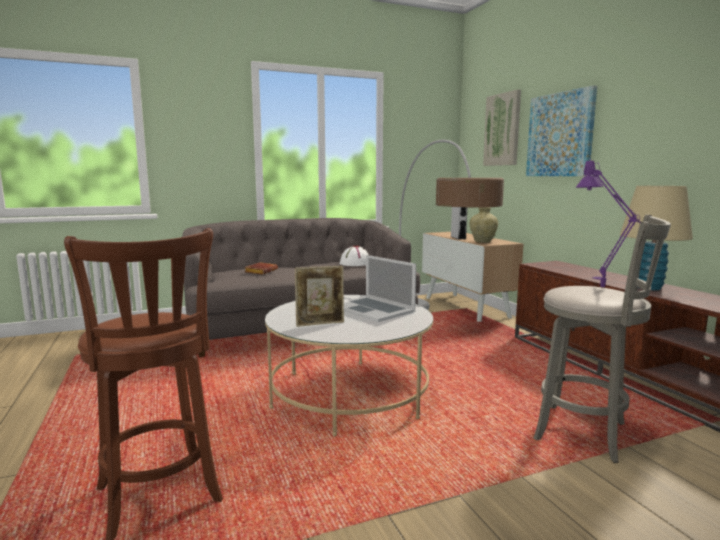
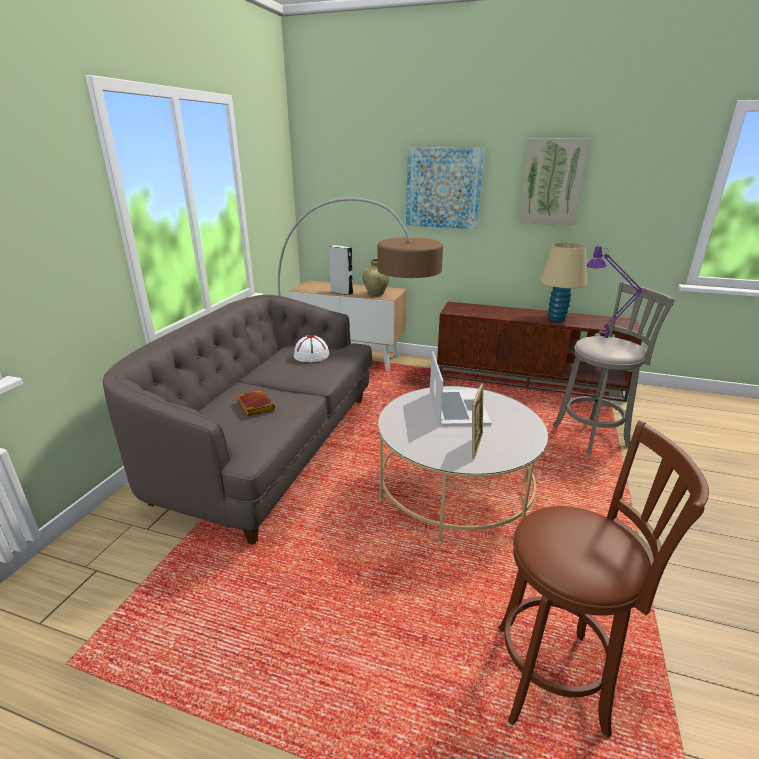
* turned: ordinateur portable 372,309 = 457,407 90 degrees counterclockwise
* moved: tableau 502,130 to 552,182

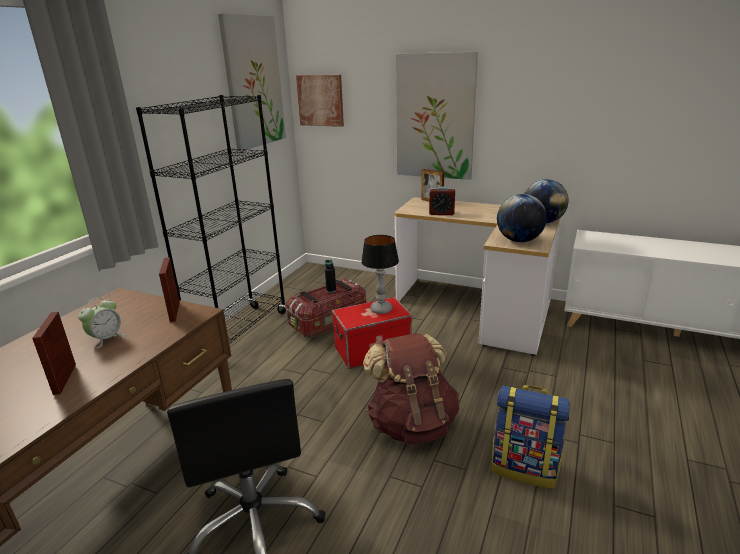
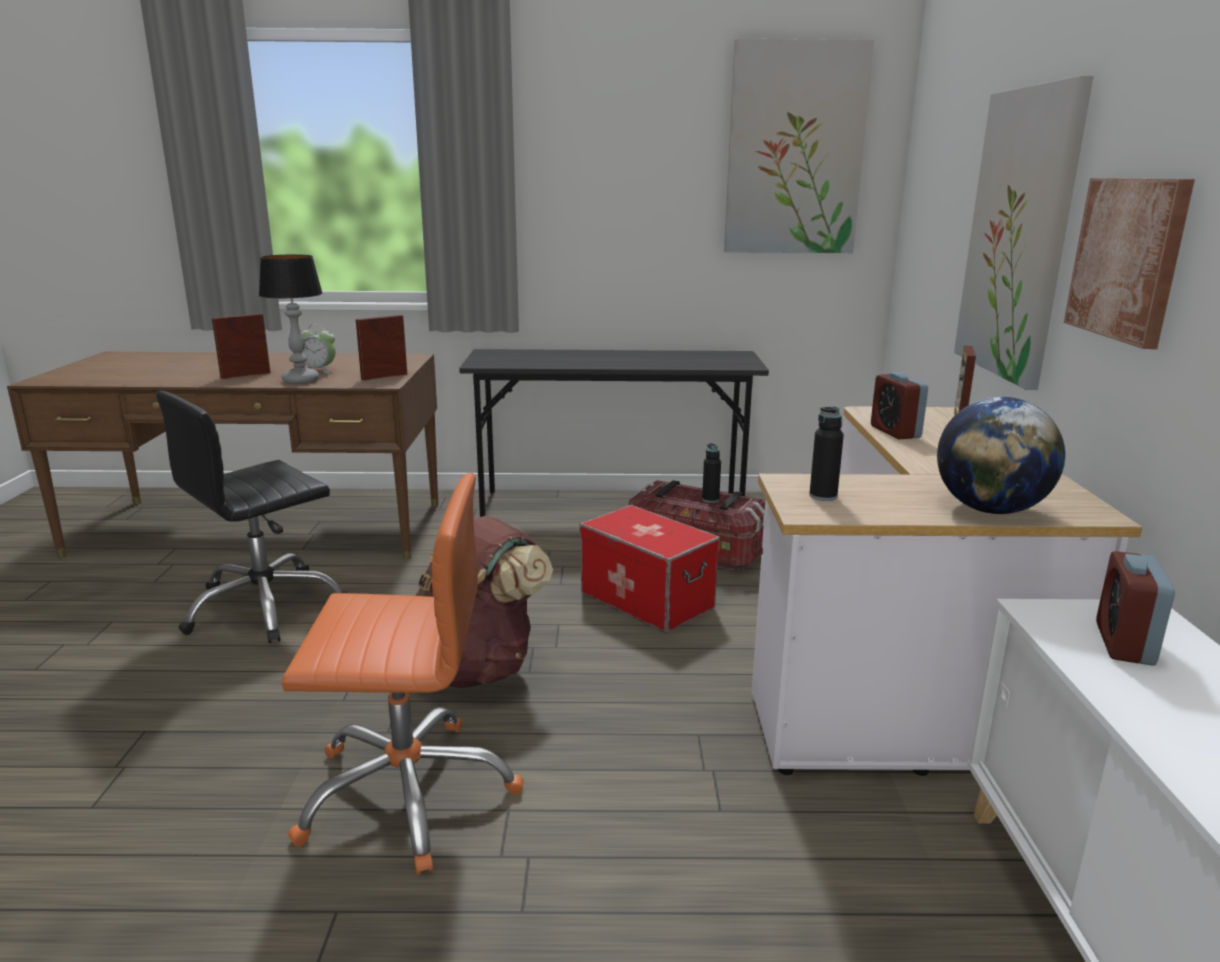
* replaced: bibliothèque [noir] 240,332 to bureau [gris] 612,505
* moved: tableau 321,100 to 1128,259
* moved: lampe de table 381,310 to 300,381
* replaced: sac à dos 525,467 to chaise de bureau [orange] 408,792
* replaced: globe 519,240 to bouteille [noir] 823,496
* added: réveil 1124,644

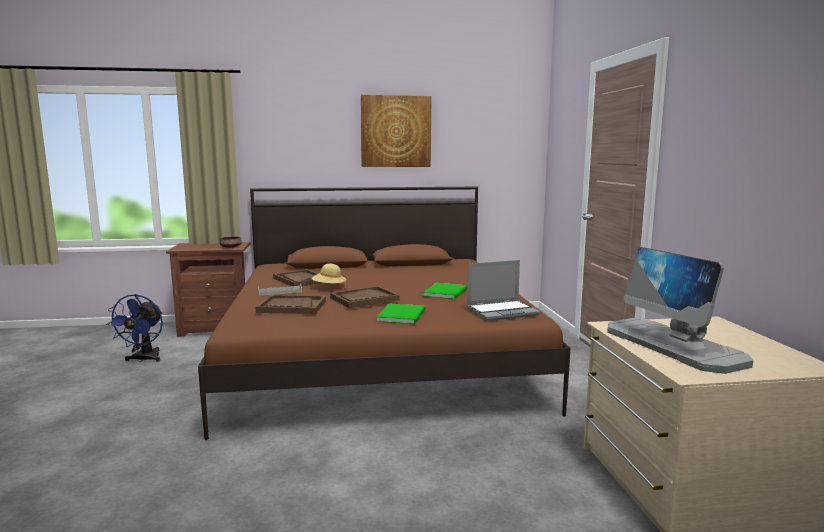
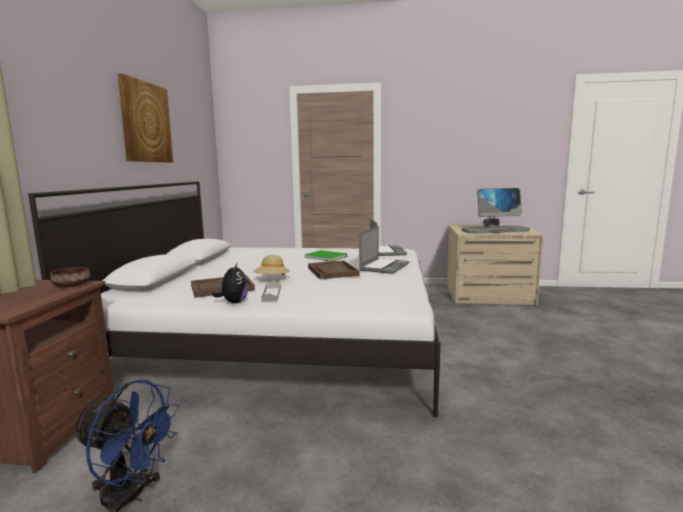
* recoloured: lit [marron] 378,357 to lit [blanc] 283,337
* removed: plateau [marron] 291,306
* replaced: livre [vert] 403,315 to ordinateur portable 384,267
* added: peluche 234,302

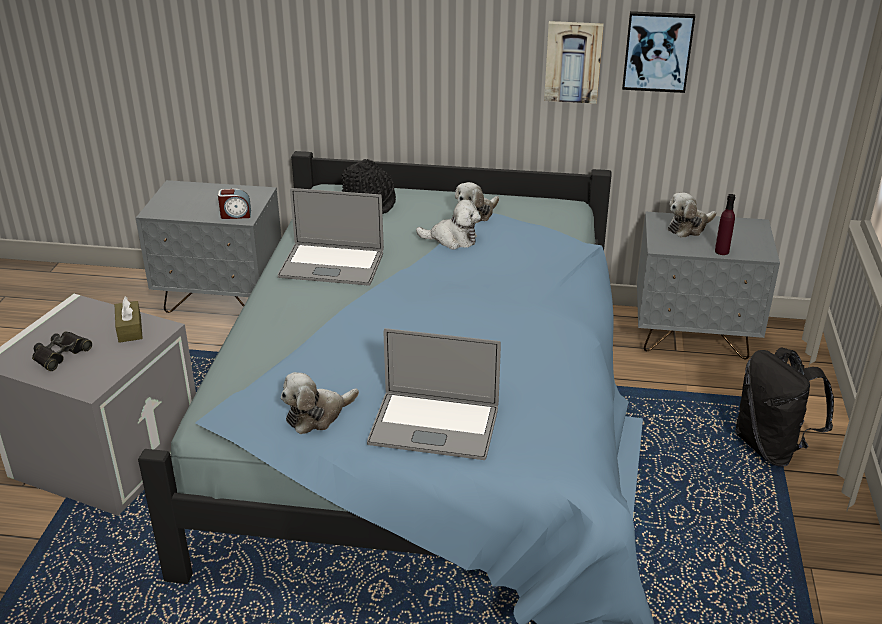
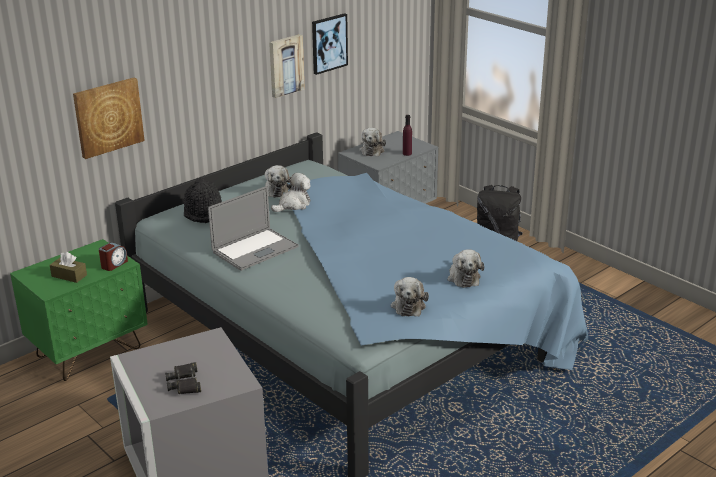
* moved: boîte à mouchoirs [marron] 130,329 to 69,276
* recoloured: table de chevet [gris] 222,299 to table de chevet [vert] 89,352
* replaced: ordinateur portable 434,426 to peluche 463,277
* added: tableau 108,117

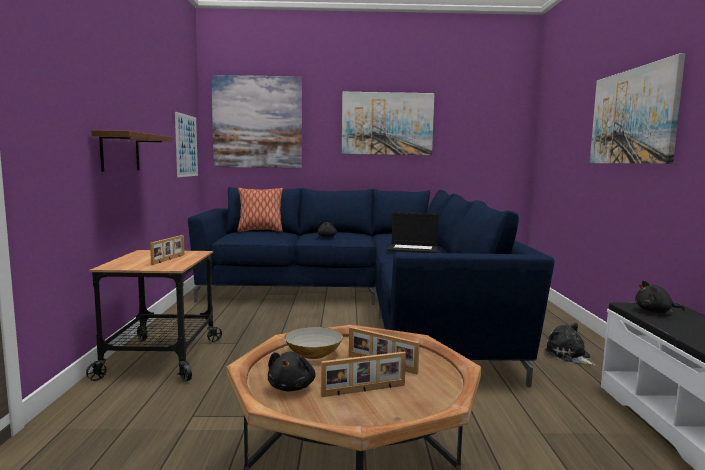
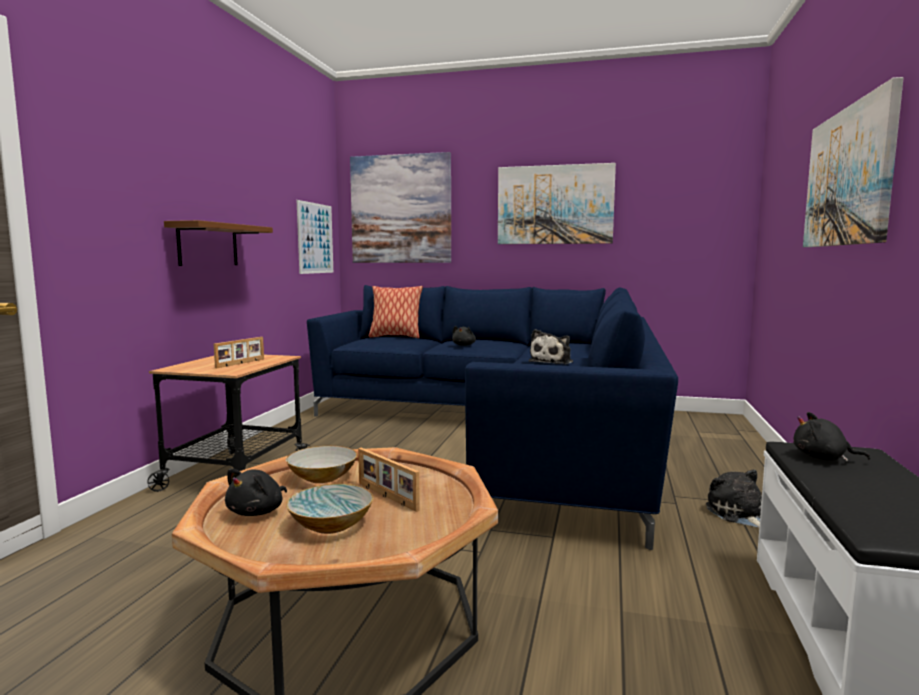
* replaced: cadre photo 364,391 to bol 332,524
* replaced: ordinateur portable 413,249 to peluche 552,362

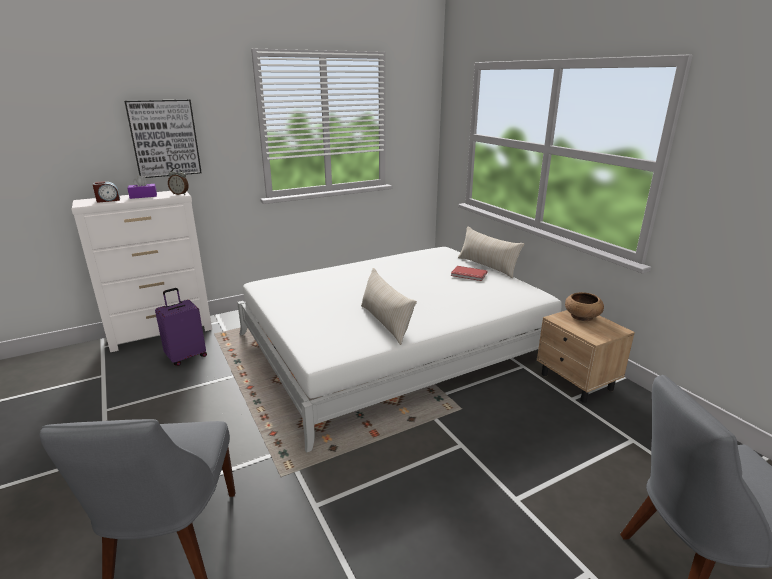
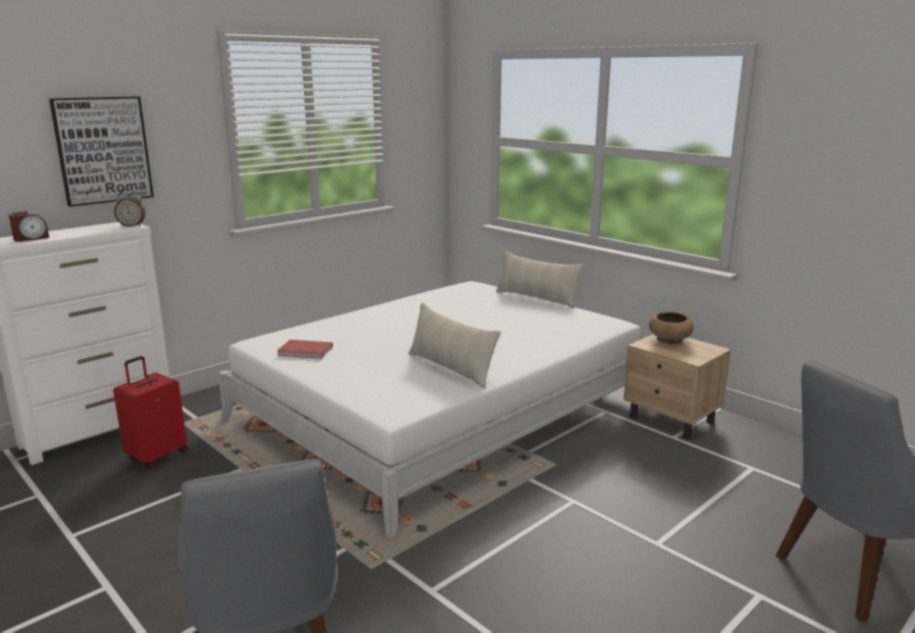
* removed: boîte à mouchoirs [violet] 143,196
* recoloured: valise [violet] 186,357 to valise [rouge] 156,456
* moved: livre [rouge] 468,275 to 305,352

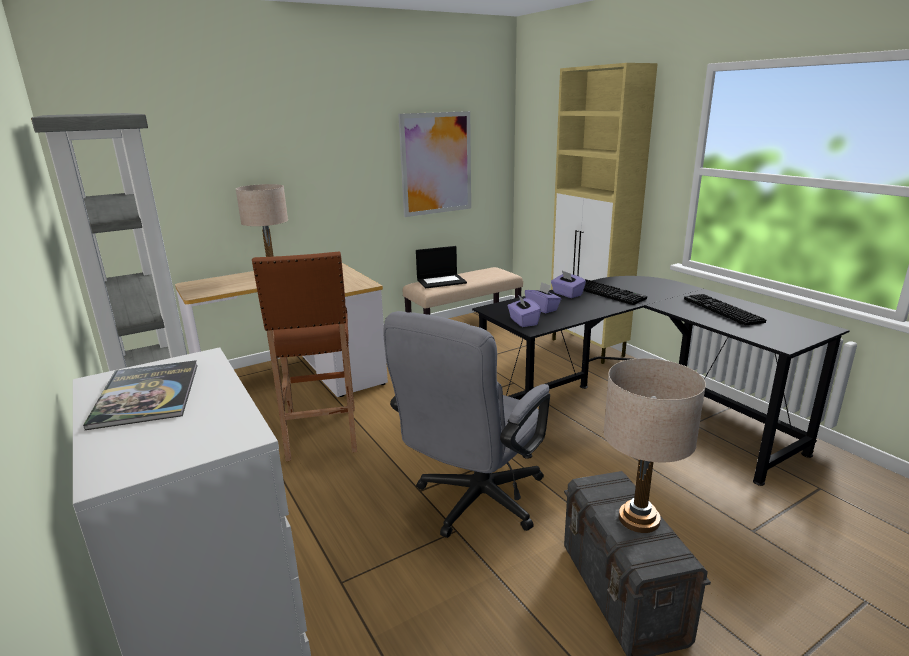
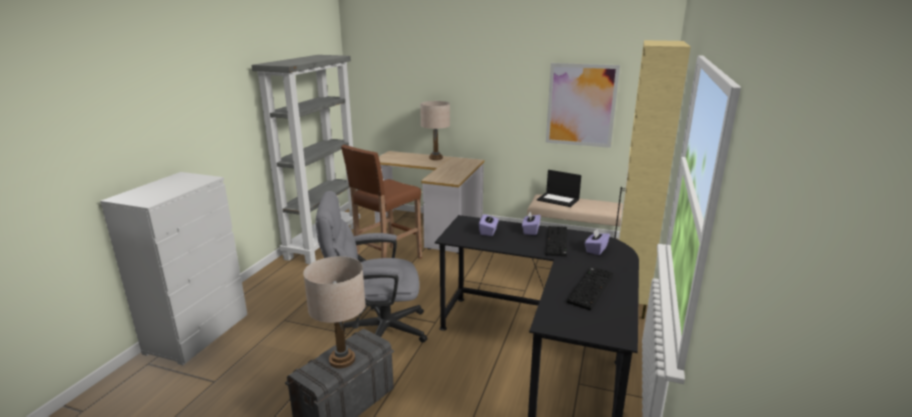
* removed: livre 147,395
* moved: boîte à mouchoirs [violet] 523,322 to 595,249

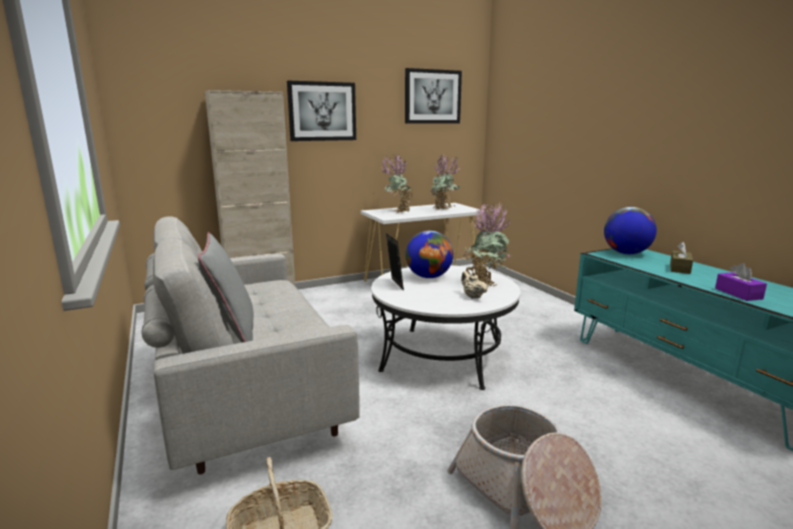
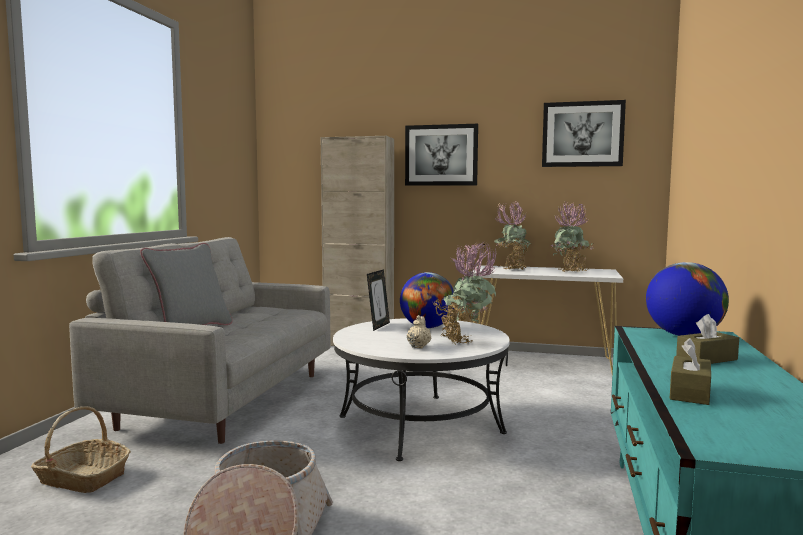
* recoloured: boîte à mouchoirs [violet] 738,293 to boîte à mouchoirs [marron] 689,392

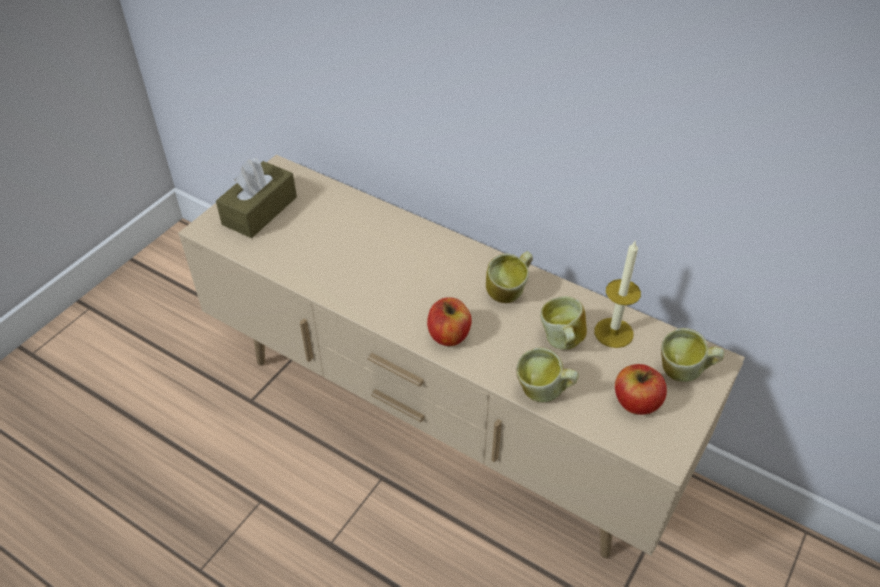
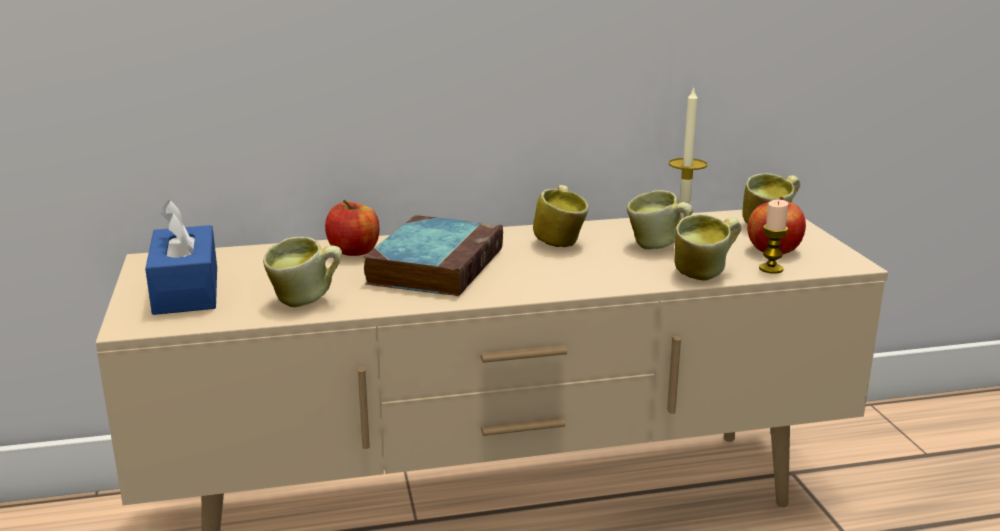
* recoloured: boîte à mouchoirs [marron] 260,211 to boîte à mouchoirs [bleu] 186,290
* moved: pomme 449,335 to 354,251
* added: mug 306,301
* added: livre 436,265
* added: bougie 771,269

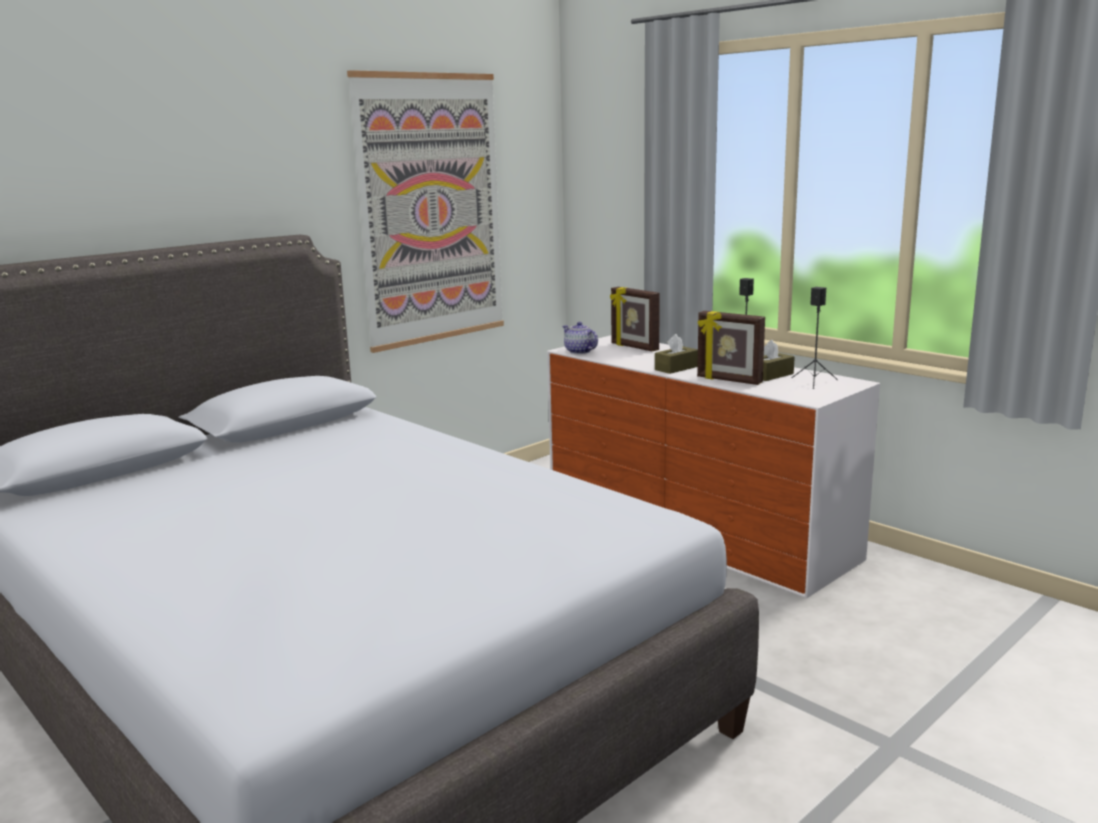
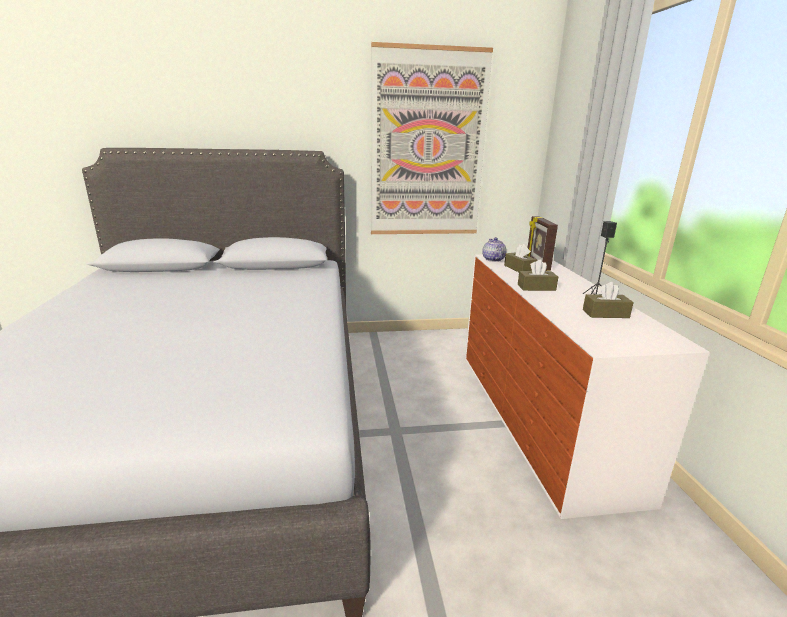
* removed: cadre photo 728,380
* removed: enceinte [noir] 814,382
* added: boîte à mouchoirs [marron] 519,268

